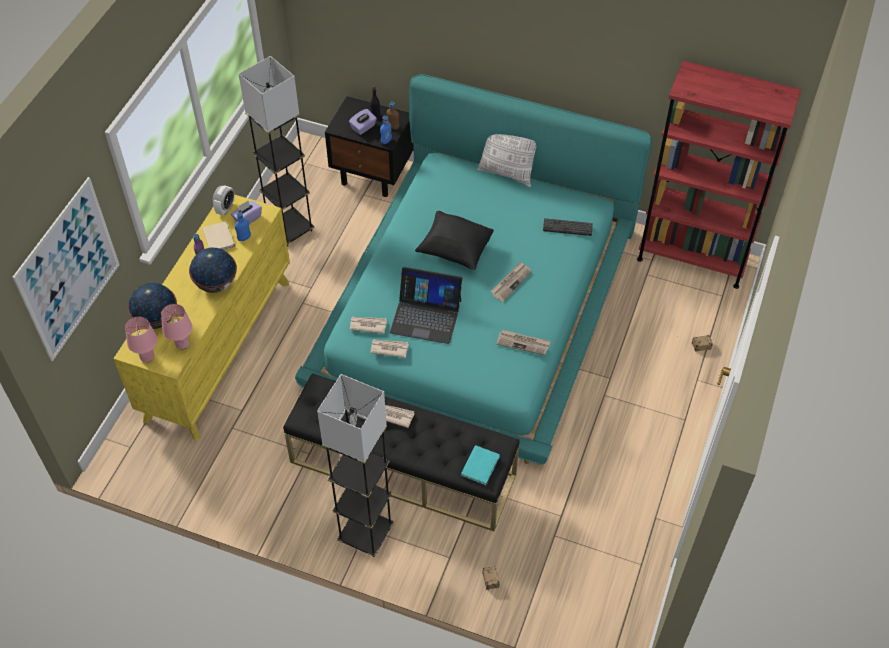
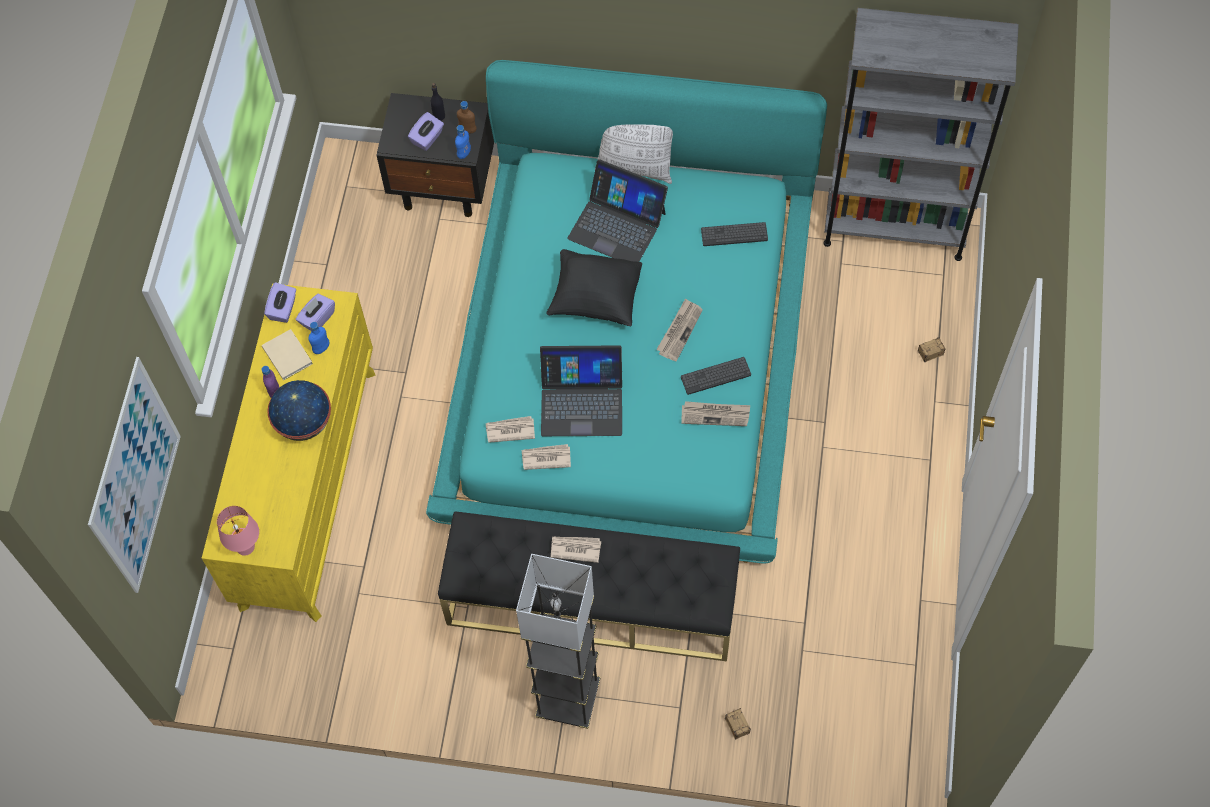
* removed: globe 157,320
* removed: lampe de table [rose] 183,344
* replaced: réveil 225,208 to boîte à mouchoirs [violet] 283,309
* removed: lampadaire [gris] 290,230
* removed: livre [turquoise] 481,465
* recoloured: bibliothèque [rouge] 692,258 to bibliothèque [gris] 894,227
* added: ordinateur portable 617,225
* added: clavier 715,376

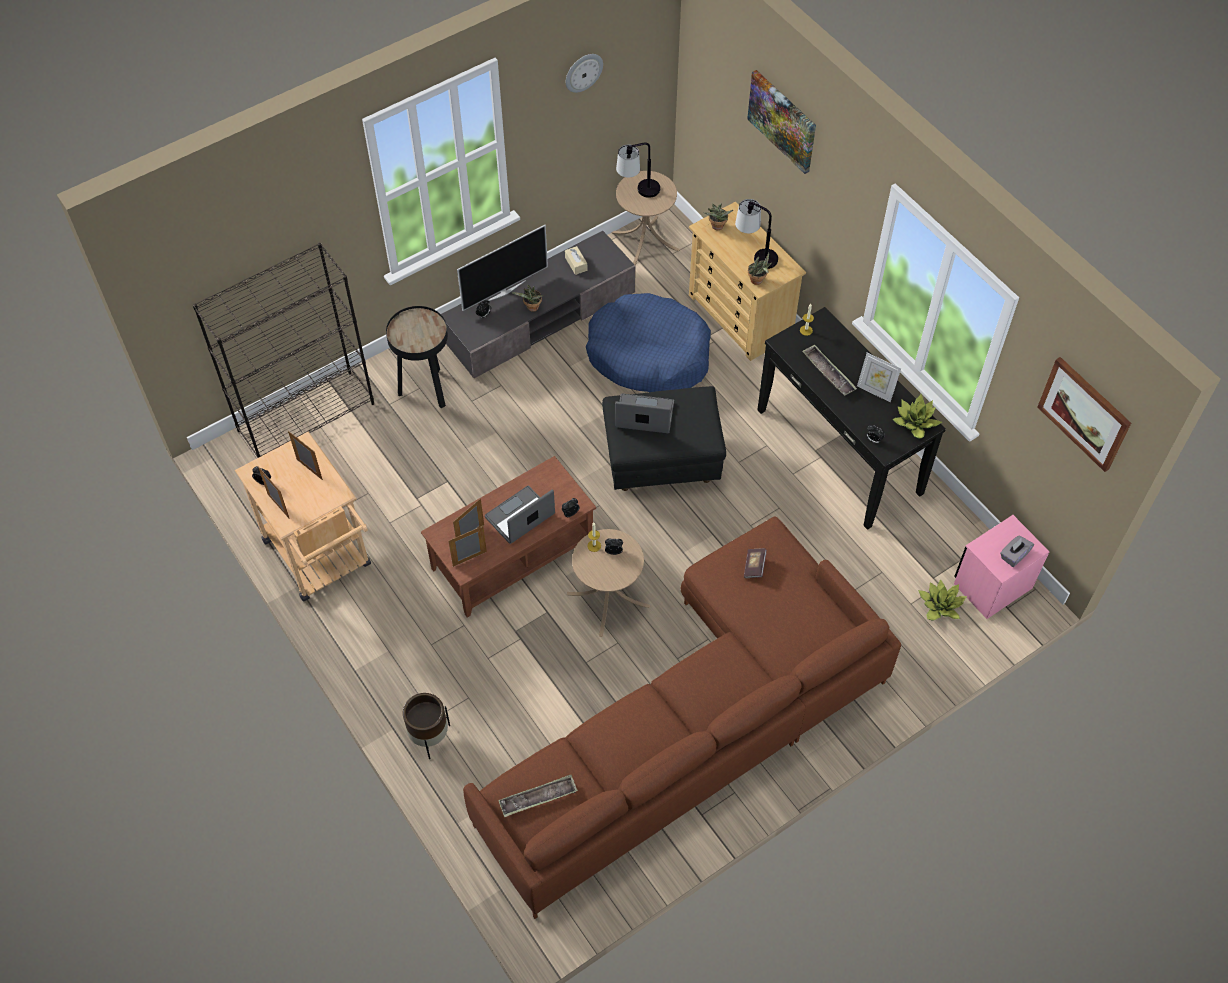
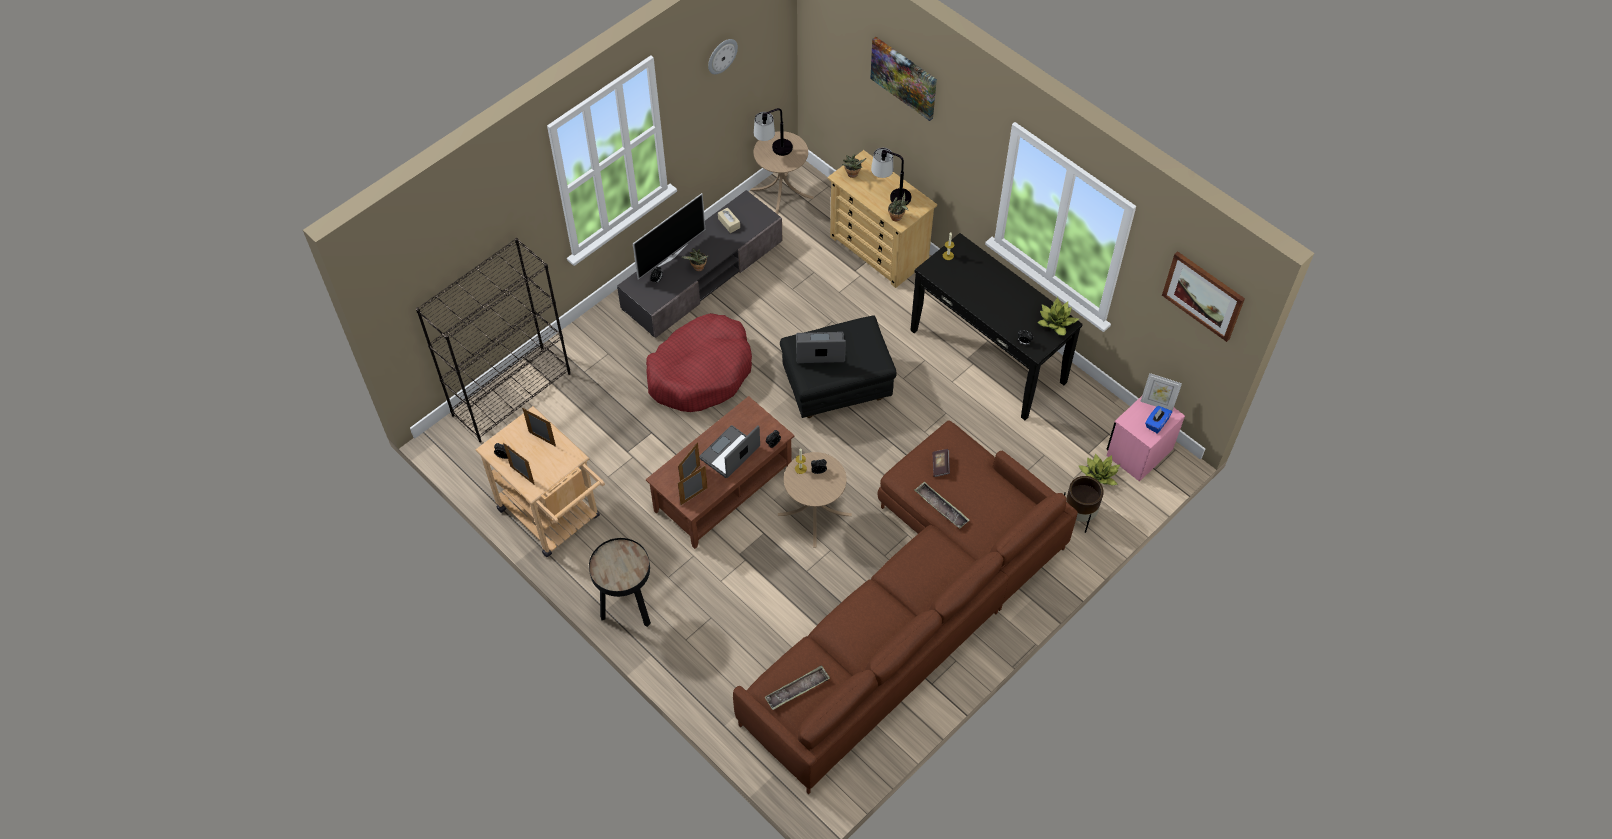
* moved: table d'appoint [noir] 427,390 to 628,609
* moved: cache-pot [marron] 429,737 to 1078,516
* removed: panier pour chien [bleu] 648,355
* moved: plateau 828,373 to 941,507
* moved: cadre photo 875,391 to 1157,403
* recoloured: boîte à mouchoirs [gris] 1014,555 to boîte à mouchoirs [bleu] 1156,423
* added: panier pour chien [rouge] 700,372

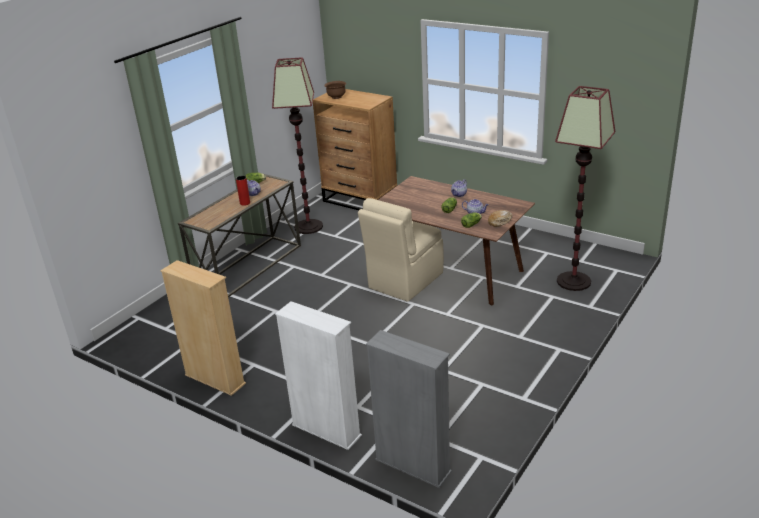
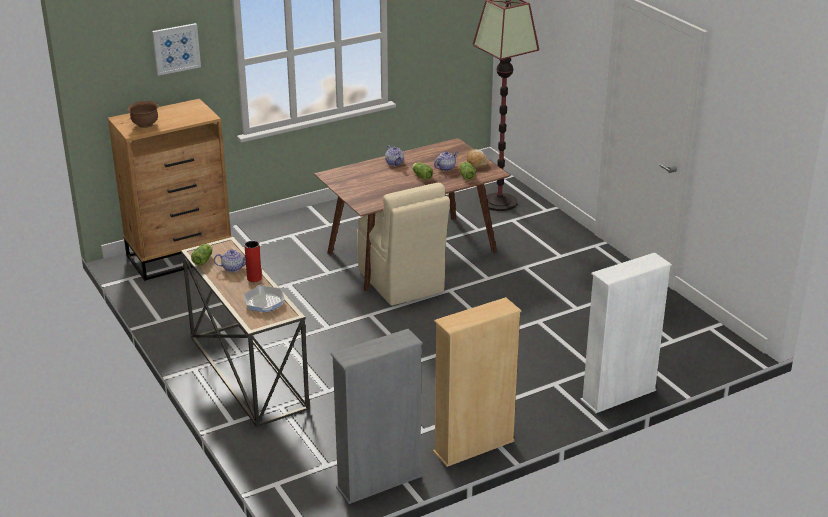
* removed: lampadaire 308,227
* moved: bibliothèque [gris] 412,466 to 379,482
* added: tableau 176,48
* added: poêle 264,302

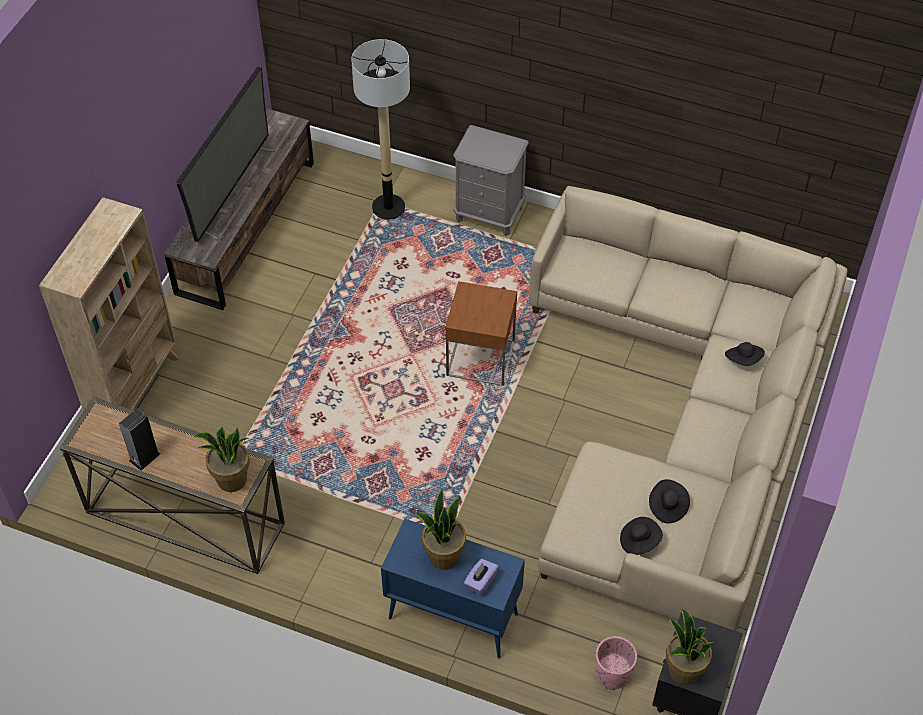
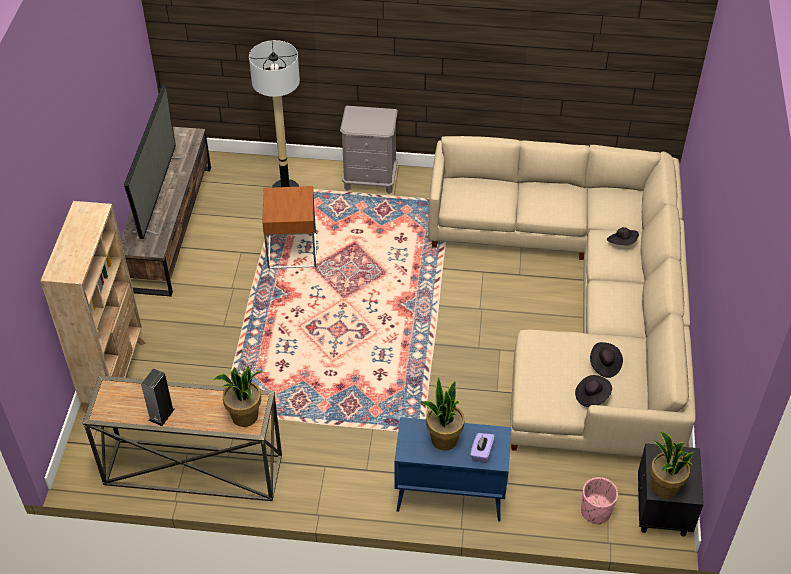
* moved: table d'appoint [marron] 480,358 to 292,250

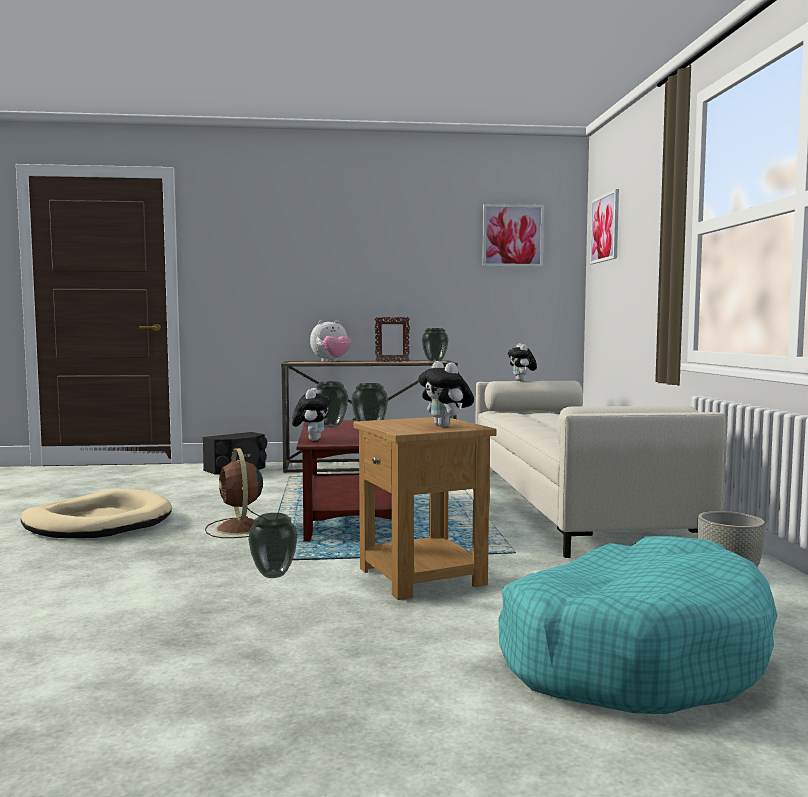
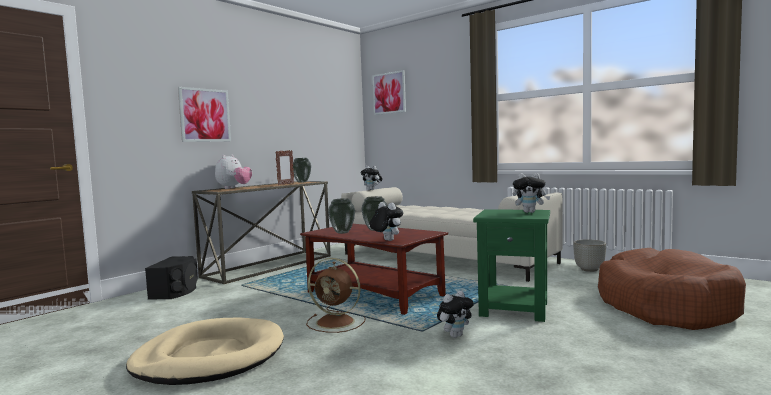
* replaced: vase 274,575 to peluche 455,335
* recoloured: table d'appoint [marron] 422,577 to table d'appoint [vert] 515,309
* moved: tableau 512,236 to 205,115
* recoloured: panier pour chien [turquoise] 633,654 to panier pour chien [marron] 665,306

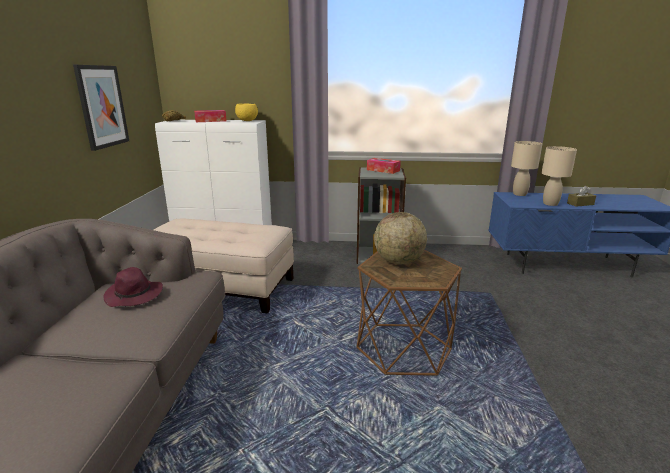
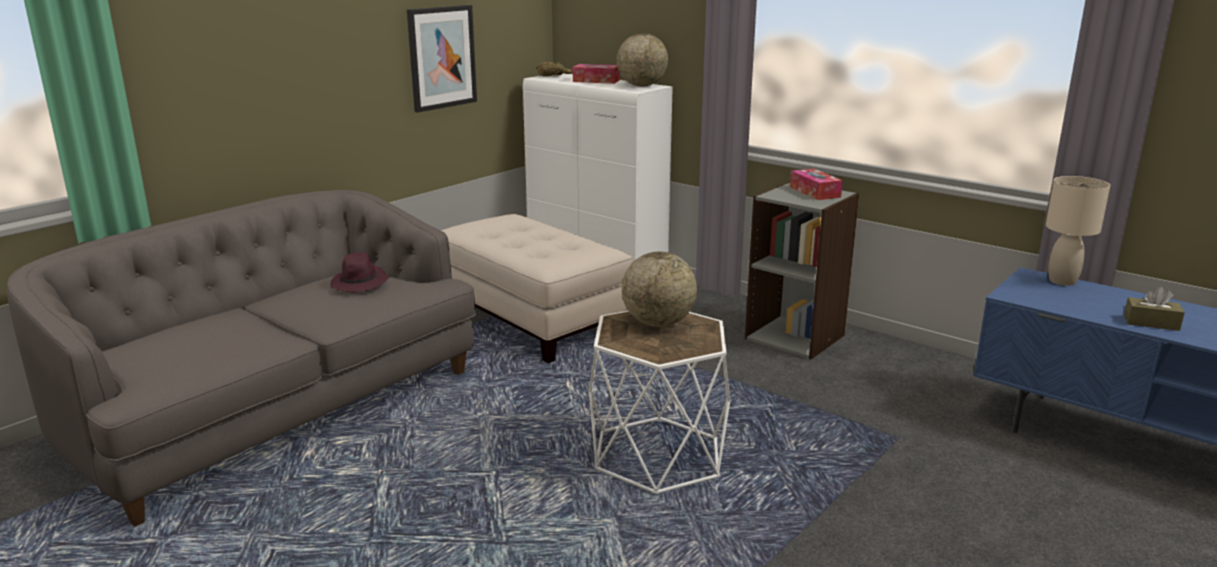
* replaced: bol [jaune] 247,121 to globe 642,86
* recoloured: table d'appoint [marron] 403,349 to table d'appoint [blanc] 657,455
* removed: lampe de table [beige] 550,204

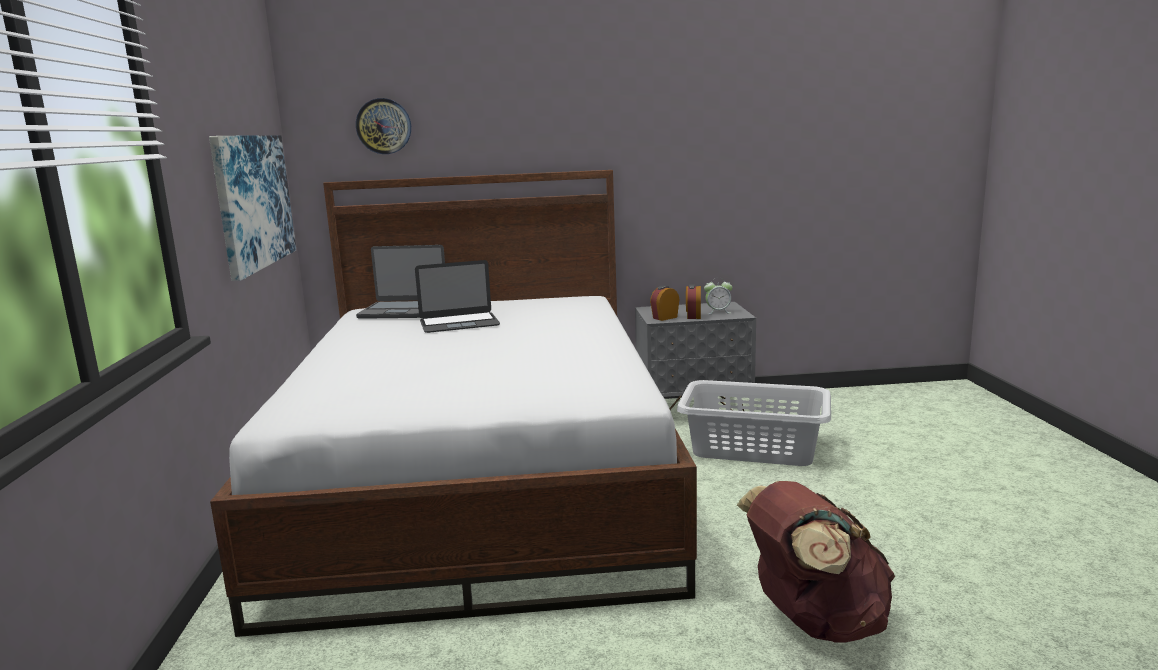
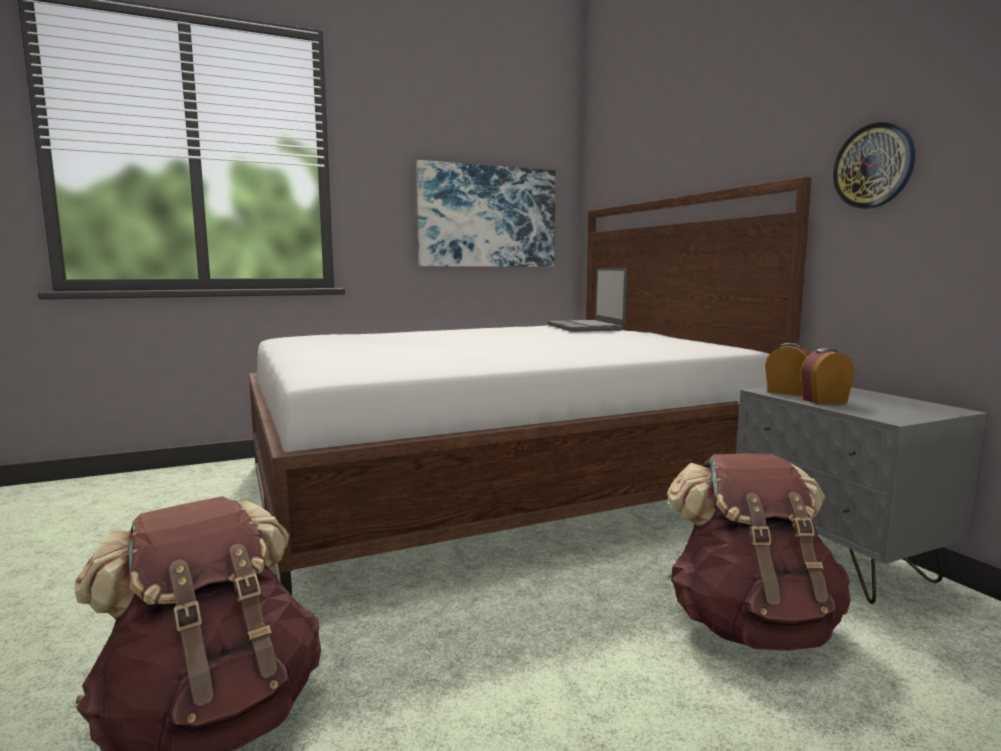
* moved: horloge murale 384,126 to 873,166
* removed: ordinateur portable 459,323
* replaced: panier à linge [gris] 753,448 to sac à dos [marron] 751,625
* removed: réveil 718,312

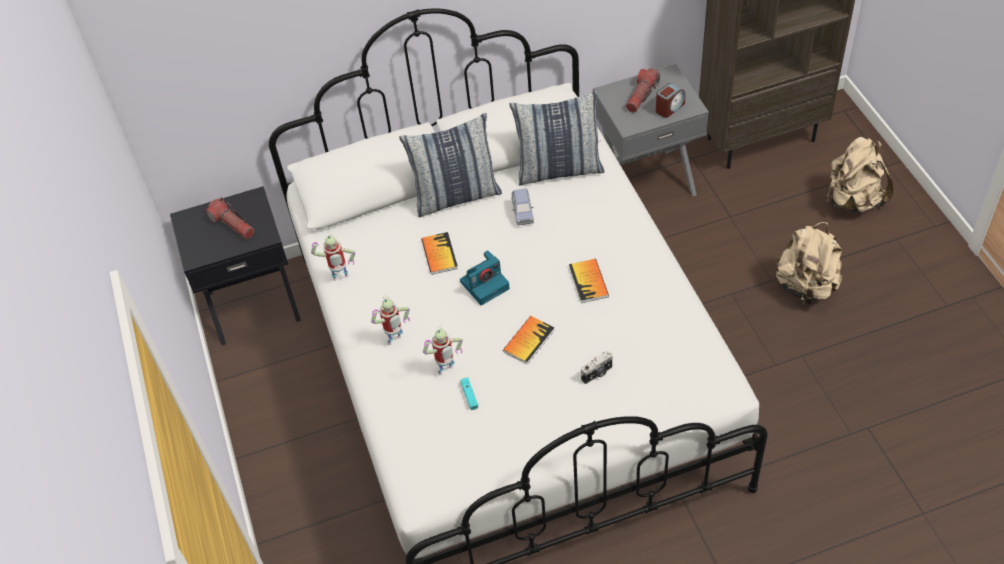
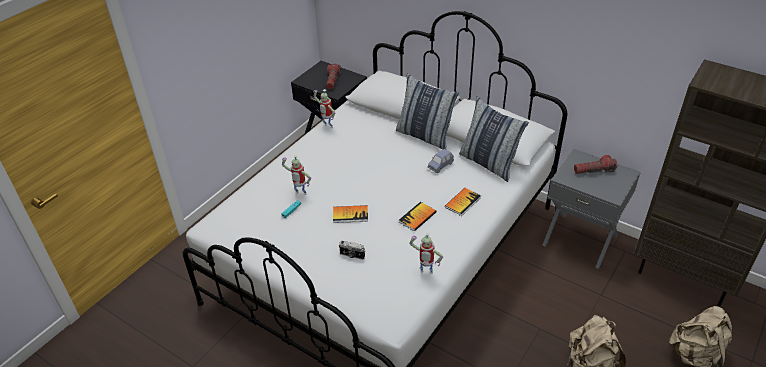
* moved: robot jouet 395,342 to 425,273
* moved: livre 439,254 to 462,202
* removed: appareil photo 485,284
* removed: réveil 669,108

